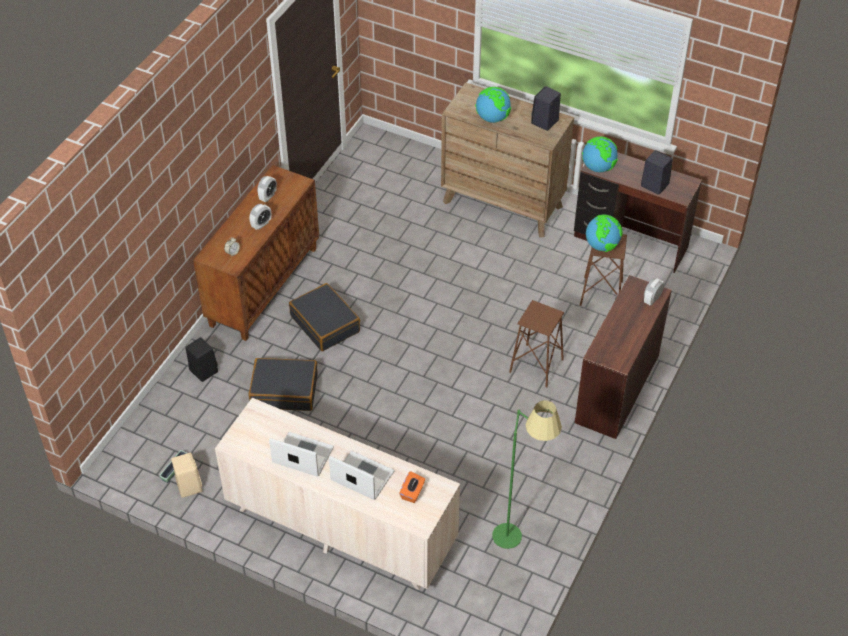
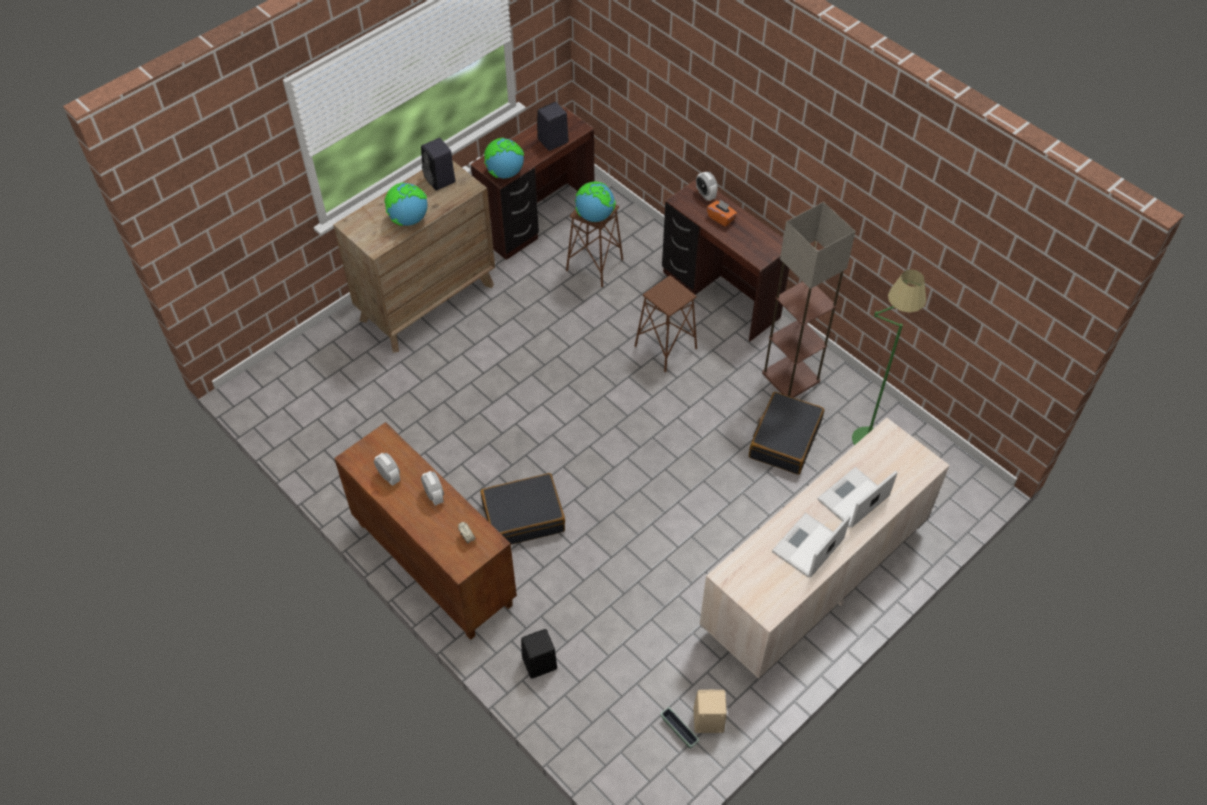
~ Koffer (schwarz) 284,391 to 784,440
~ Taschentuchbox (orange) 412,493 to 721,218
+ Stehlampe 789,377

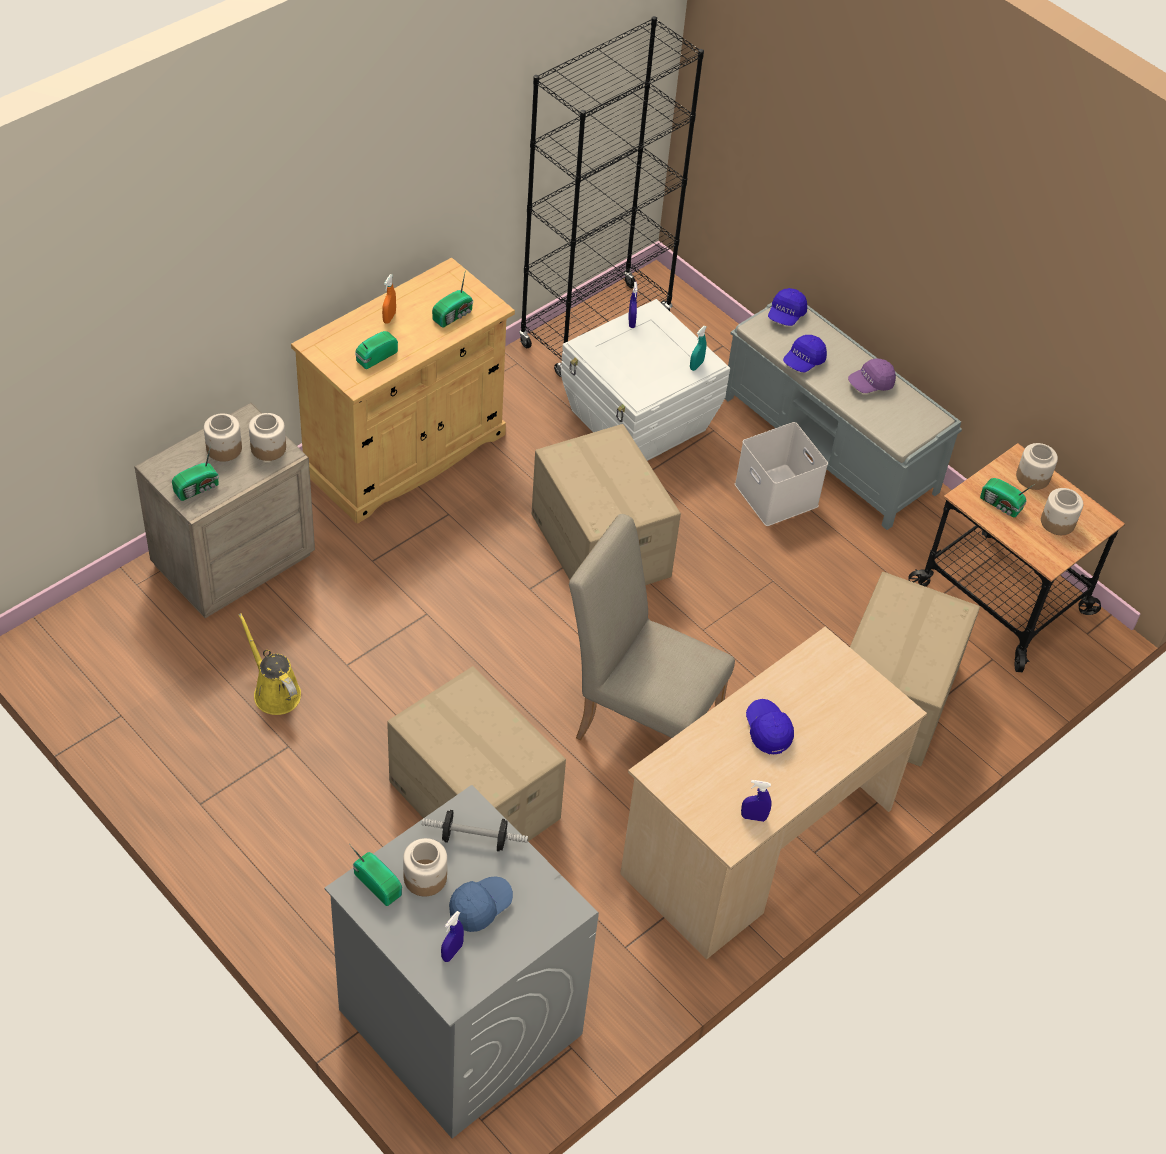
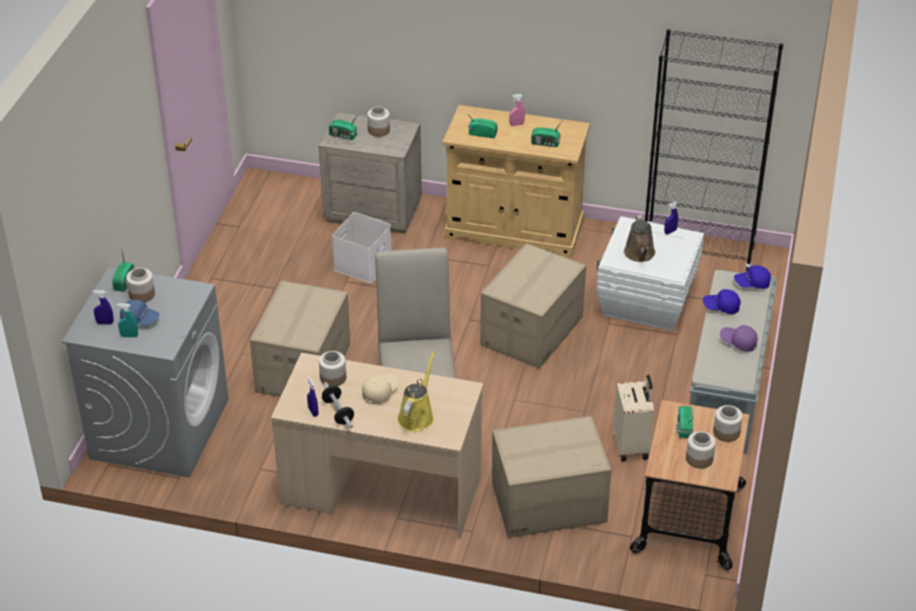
~ Gießkanne (gelb) 274,691 to 417,415
~ Vorratsglas 268,447 to 333,378
~ Sprühflasche (orange) 389,317 to Sprühflasche (rosa) 516,124
~ Hantel 474,839 to 338,412
~ Sprühflasche (türkis) 696,365 to 129,336
~ Aufbewahrungsbox (weiß) 778,495 to 363,265
~ Kappe (blau) 767,731 to Kappe (beige) 380,392
+ Koffer (beige) 632,446
+ Gießkanne (braun) 640,254

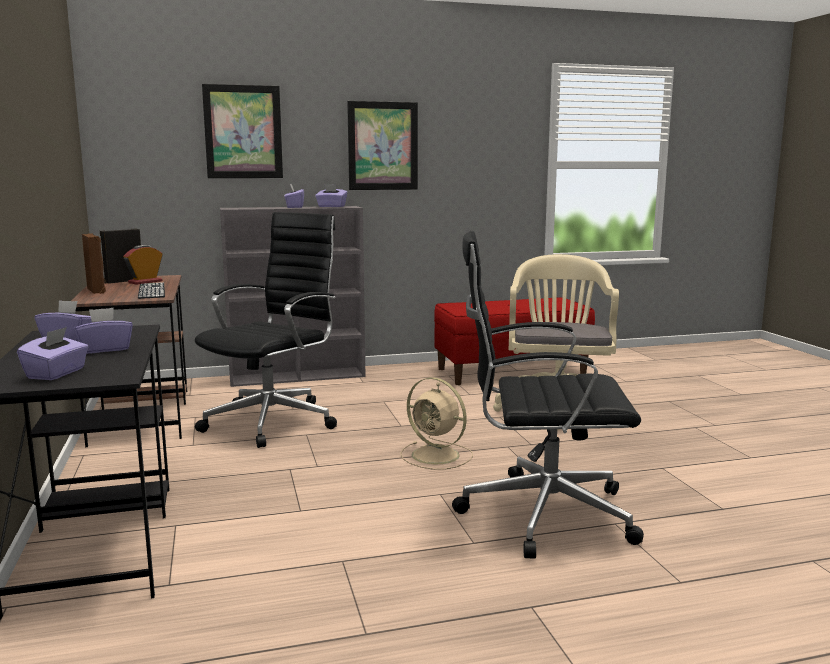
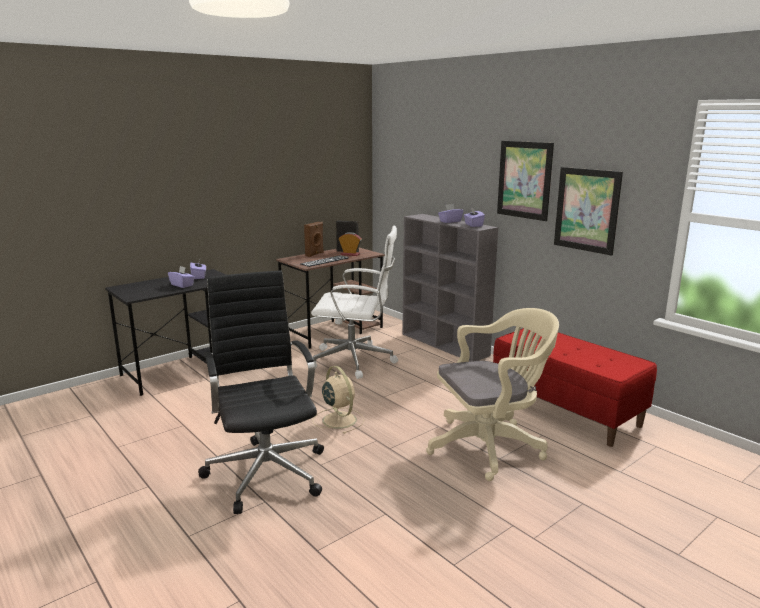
- Taschentuchbox (lila) 57,373
~ Bürostuhl (schwarz) 274,421 to Bürostuhl (weiß) 355,361
~ Bild 243,132 to 587,210
~ Ventilator (beige) 437,456 = 338,419 135 degrees clockwise

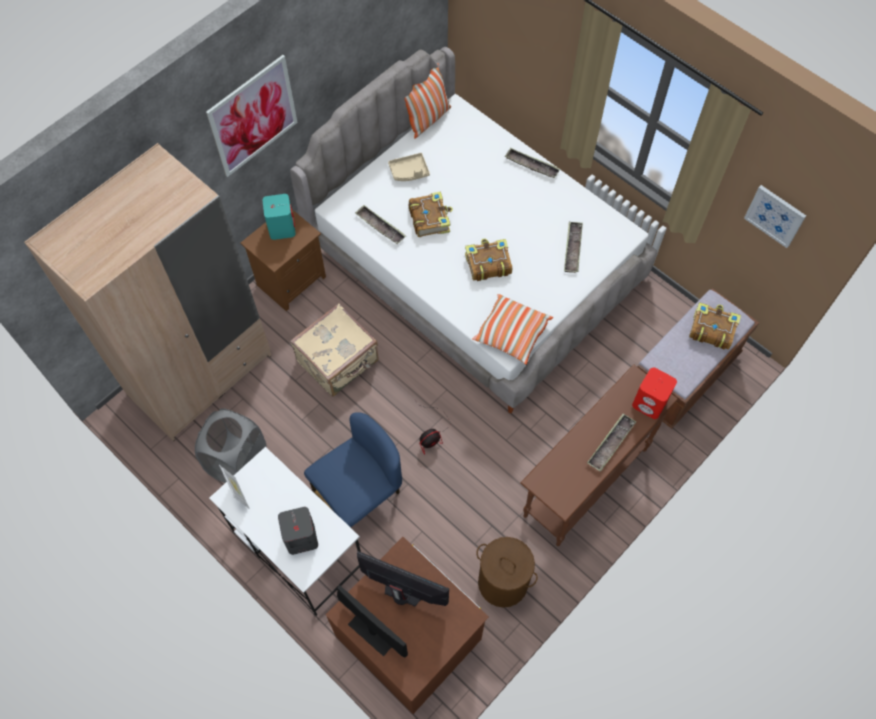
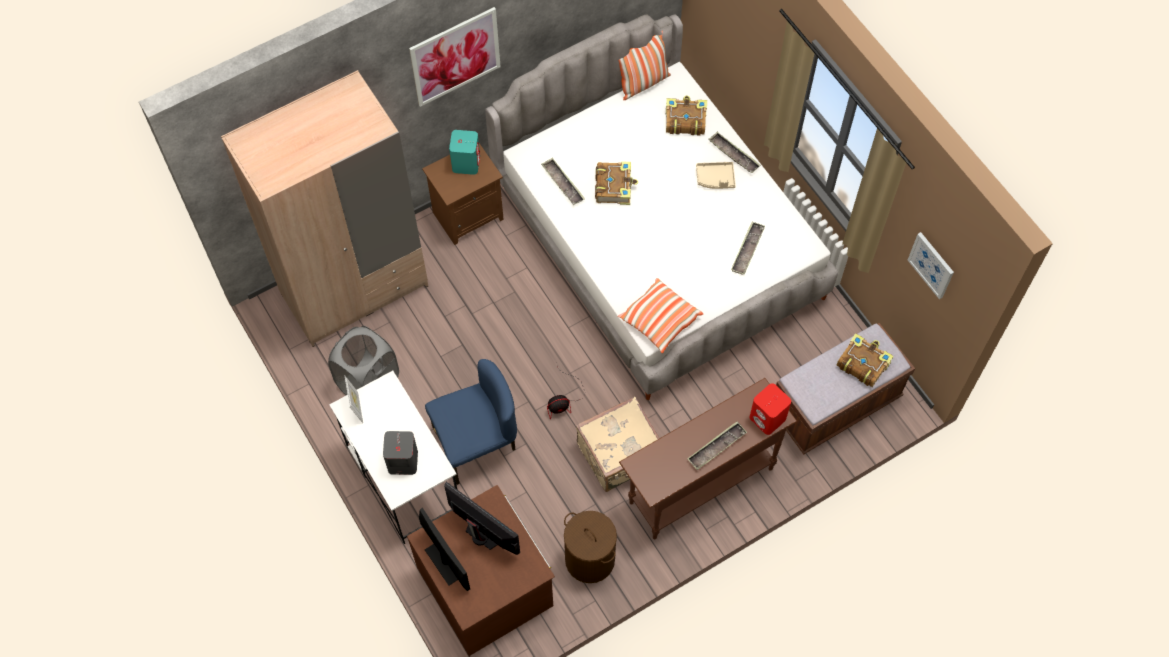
~ Koffer (beige) 339,362 to 620,455
~ Tablett (beige) 409,171 to 715,178
~ Buch 487,264 to 684,120

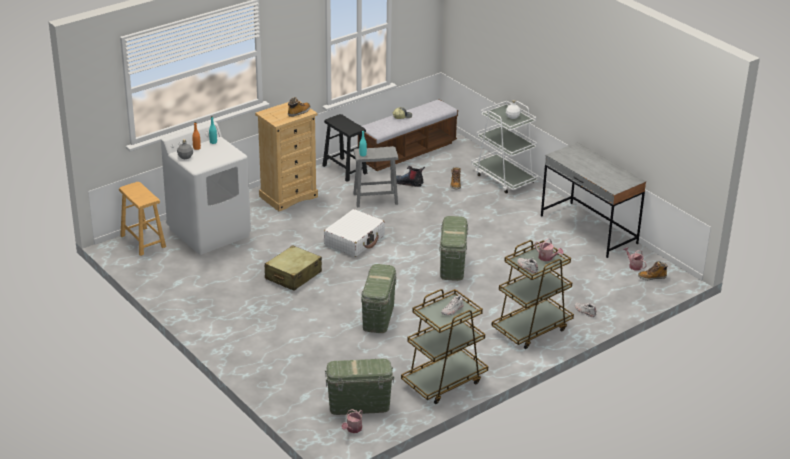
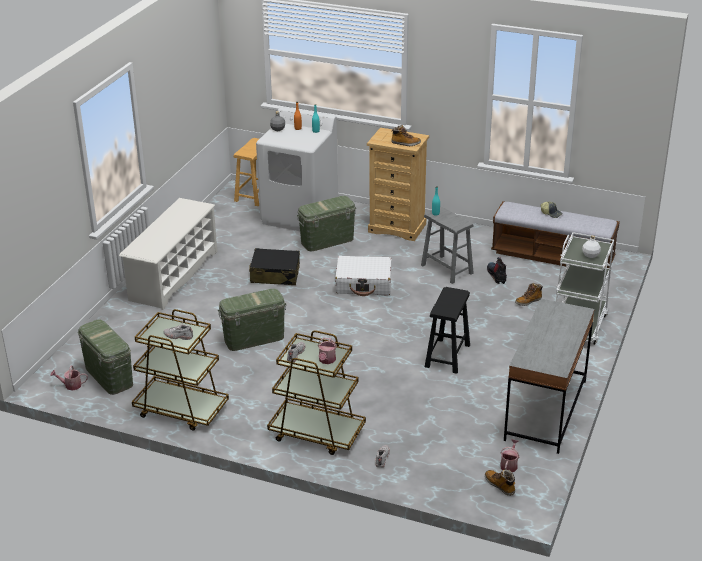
~ Koffer (beige) 293,276 to Koffer (schwarz) 275,275
~ Hocker (schwarz) 344,169 to 447,356
~ Aufbewahrungsbox (grün) 452,265 to 327,241
+ Schuhregal (weiß) 173,275

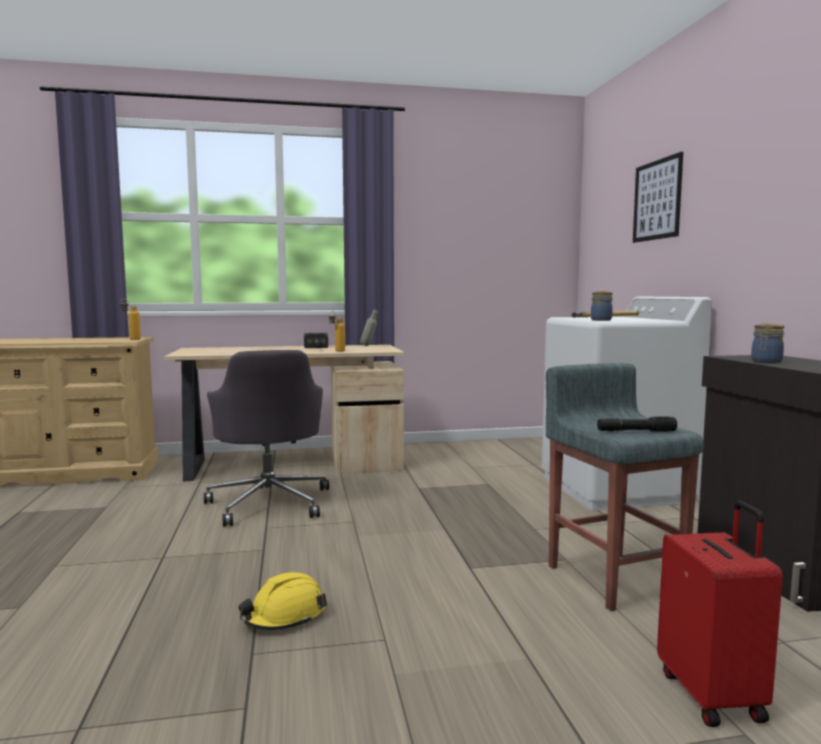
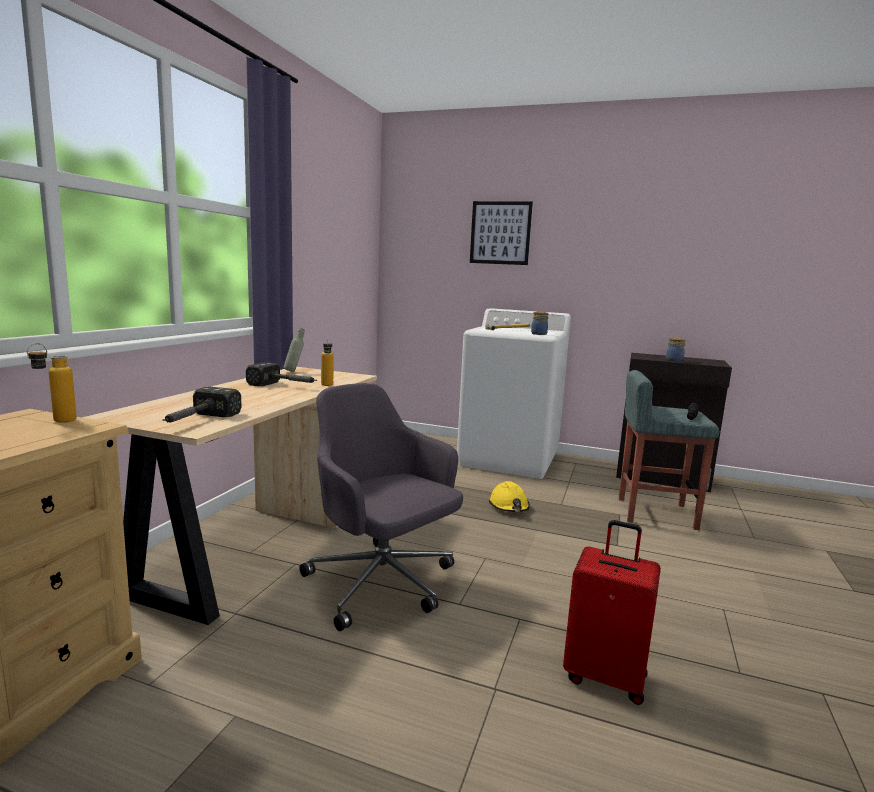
~ Bürostuhl (grau) 270,502 = 382,584 150 degrees counterclockwise
~ Schutzhelm (gelb) 284,616 to 509,506
~ Koffer (rot) 713,695 to 605,676
+ Hammer 197,421

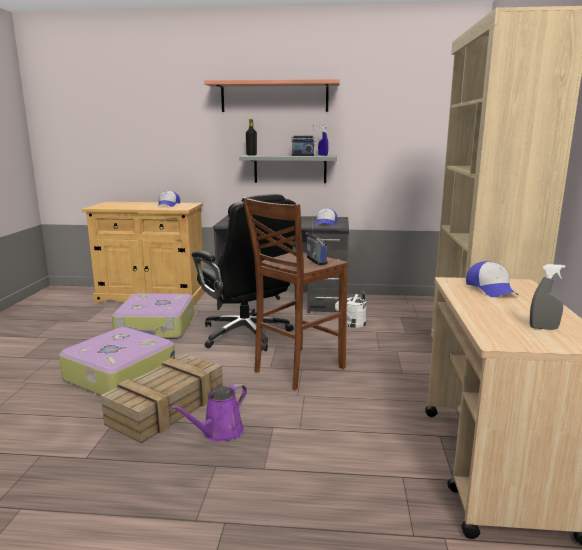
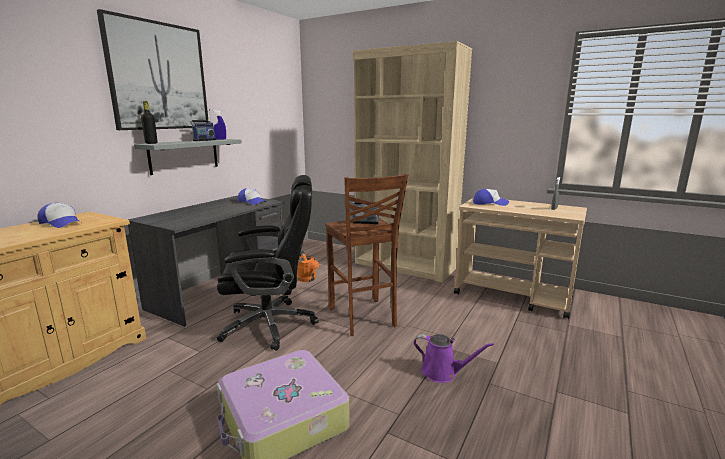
- Kiste 168,406
- Koffer 156,327
~ Gießkanne (lila) 219,432 = 442,372 45 degrees counterclockwise
~ Wandregal 274,97 to Bild 159,76
~ Gießkanne (weiß) 352,325 to Gießkanne (orange) 308,279

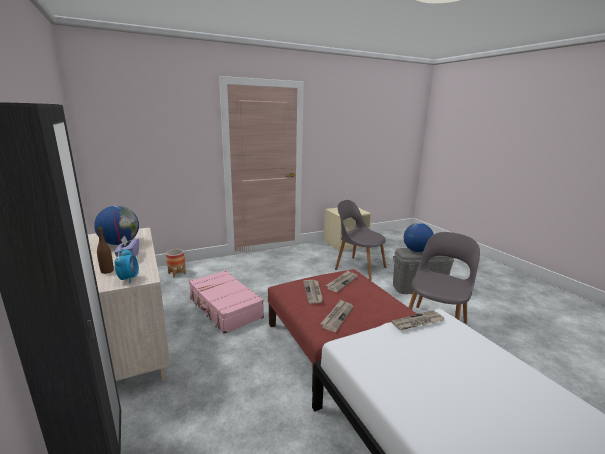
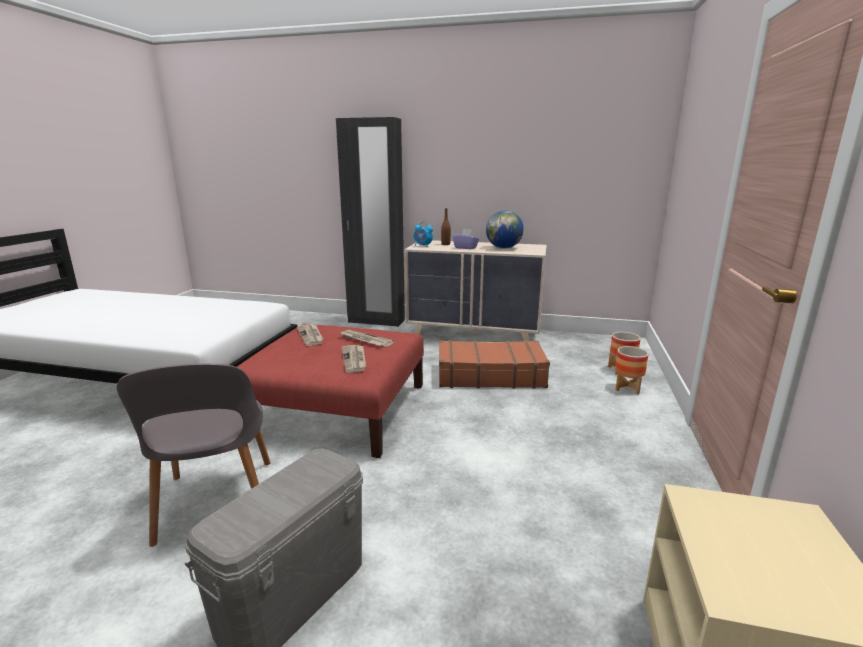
~ Koffer (rosa) 225,308 to Koffer (braun) 490,375
- Stuhl (grau) 358,267
- Zeitung 417,322
- Globus 416,250
+ Pflanzkübel 627,388

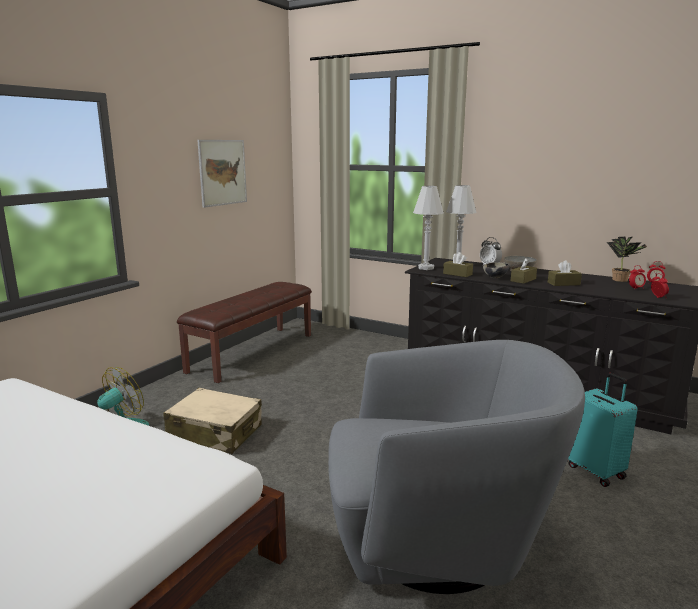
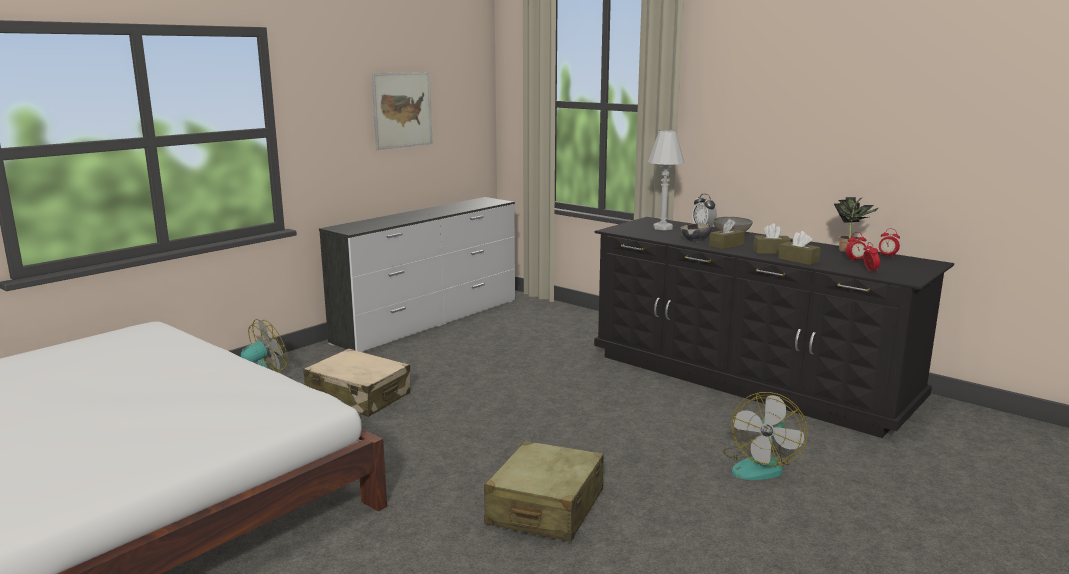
~ Bank (braun) 252,352 to Kommode (weiß) 429,321
~ Sessel (grau) 438,540 to Koffer (beige) 545,508
- Tischlampe (weiß) 426,268
~ Taschentuchbox (braun) 457,274 to 798,260
~ Koffer (türkis) 596,471 to Ventilator 760,465

